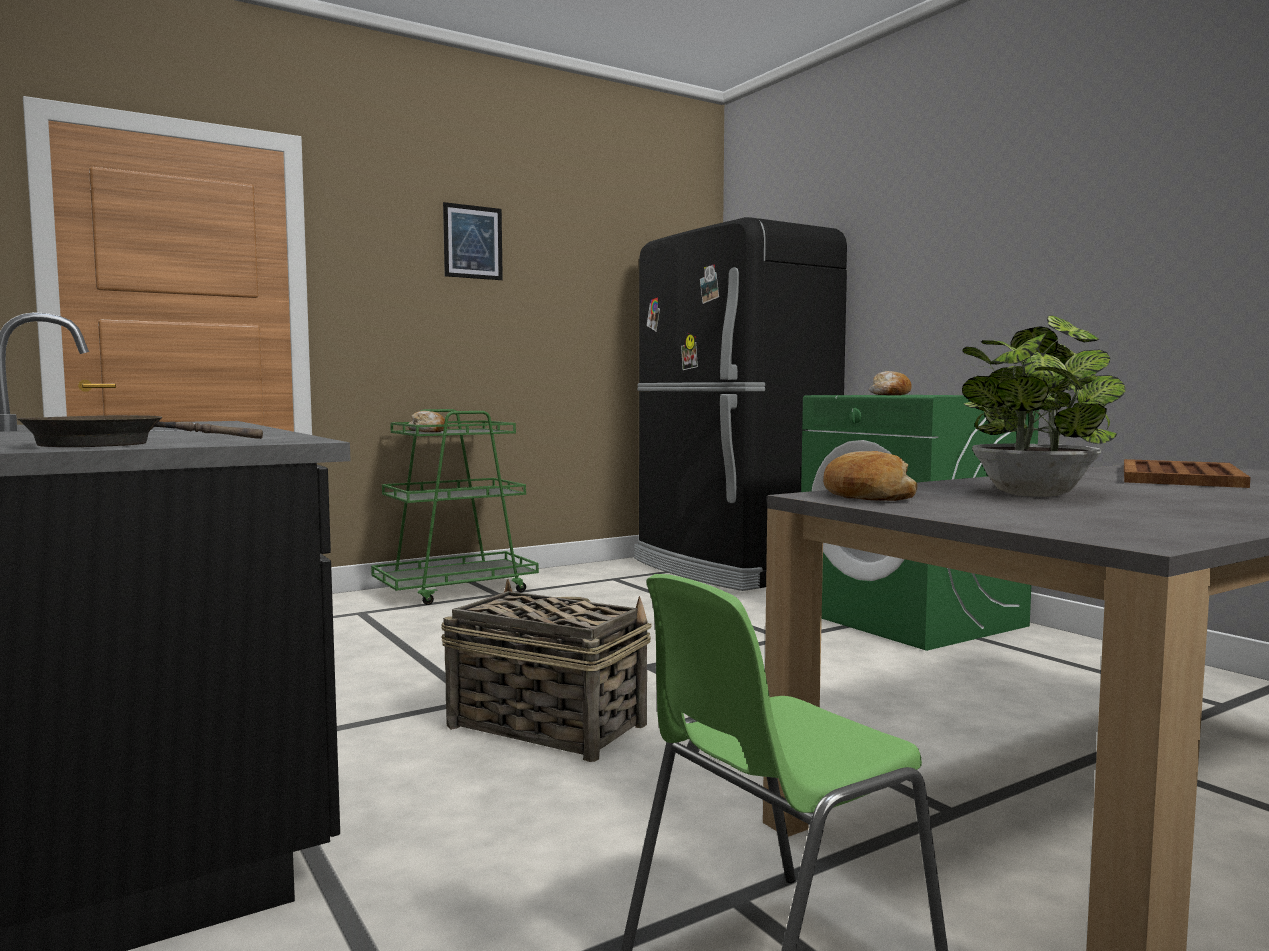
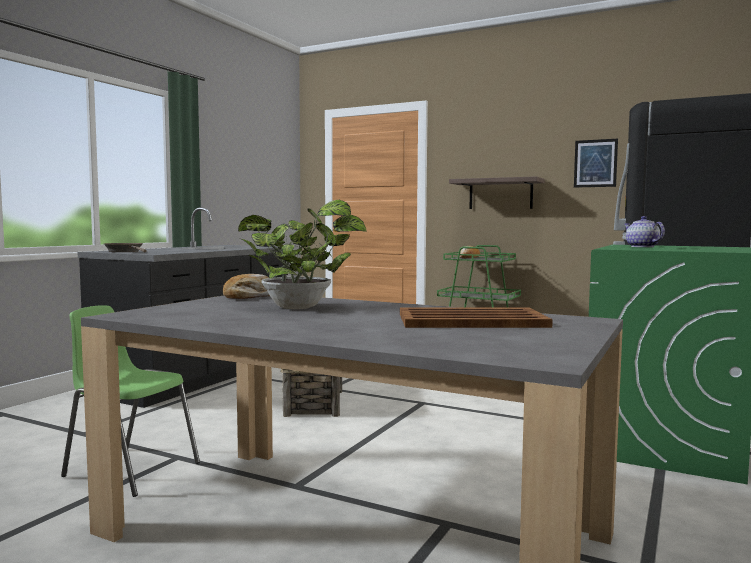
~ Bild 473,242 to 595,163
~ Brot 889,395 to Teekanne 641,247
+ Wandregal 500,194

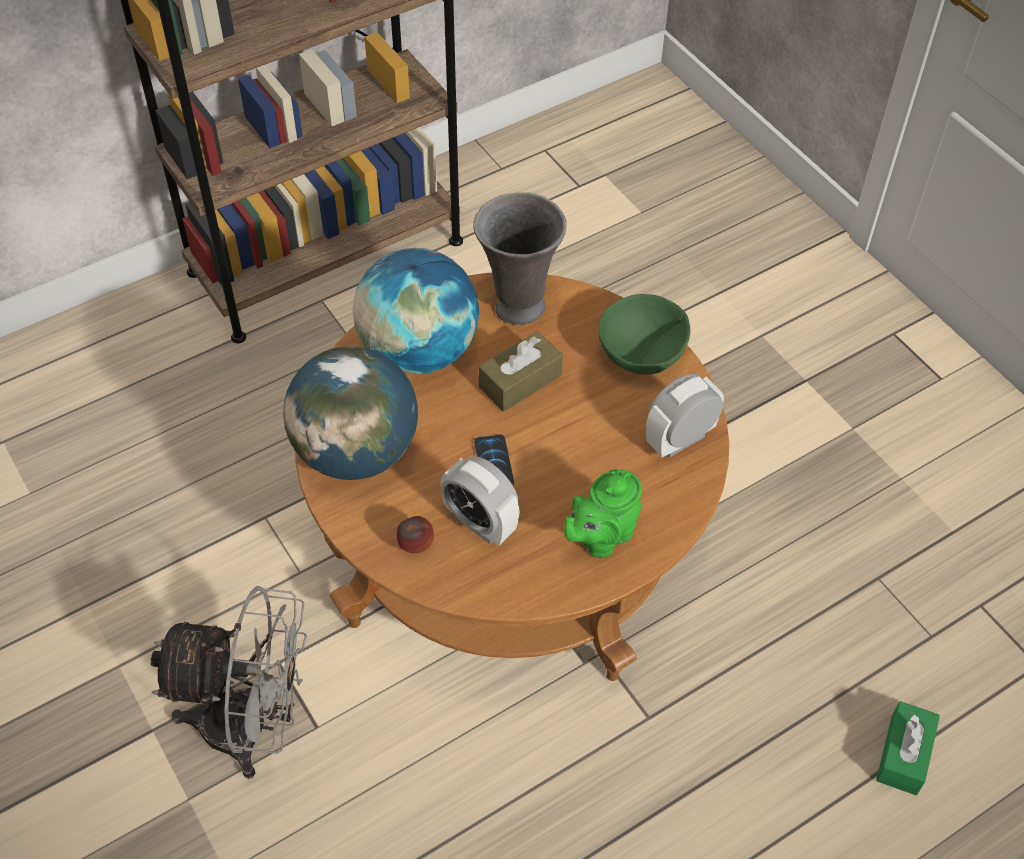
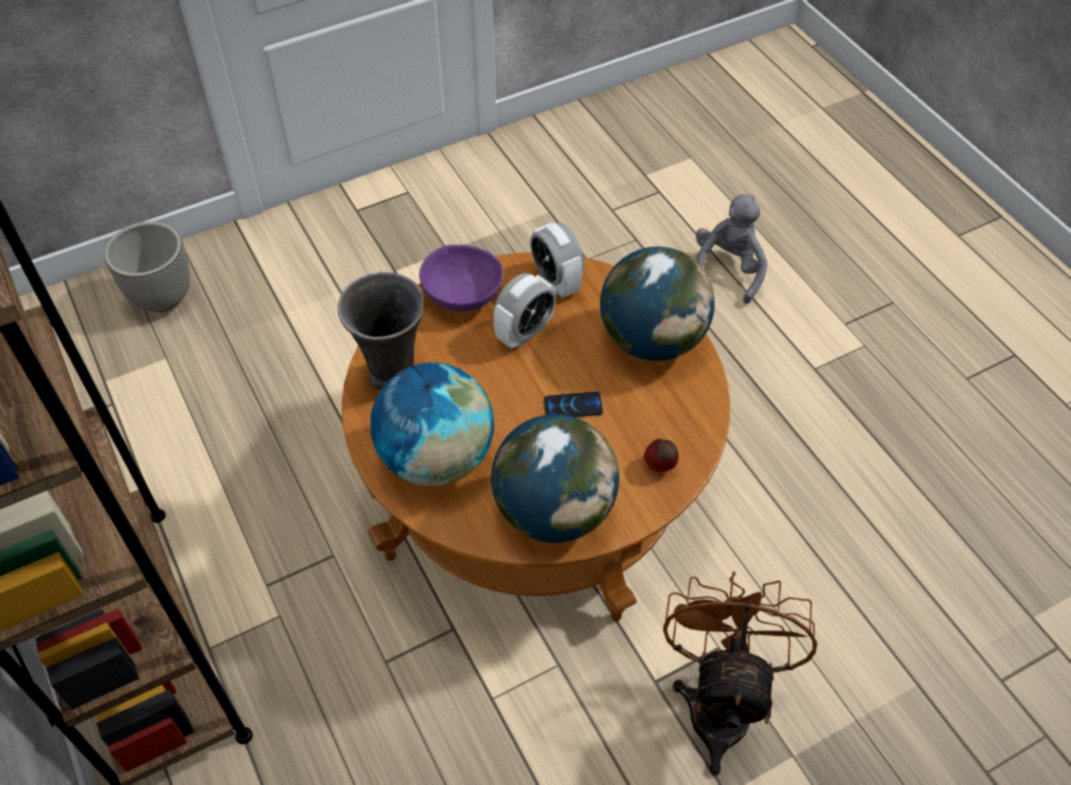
~ Ventilator (grau) 253,727 to Ventilator (braun) 720,702
~ Wecker 480,523 to 524,332
- Taschentuchbox (braun) 520,381
~ Teekanne (grün) 600,537 to Globus 651,340
~ Schüssel (grün) 641,354 to Schüssel (lila) 461,296
~ Taschentuchbox (grün) 904,754 to Plüschtier (grau) 727,270
+ Pflanzkübel 163,298

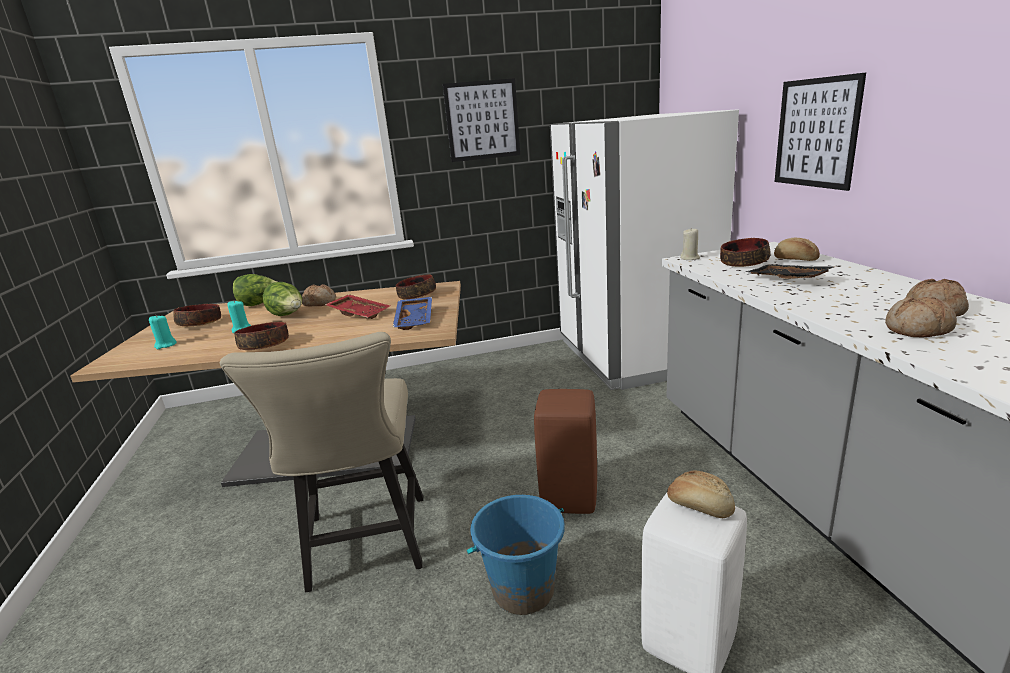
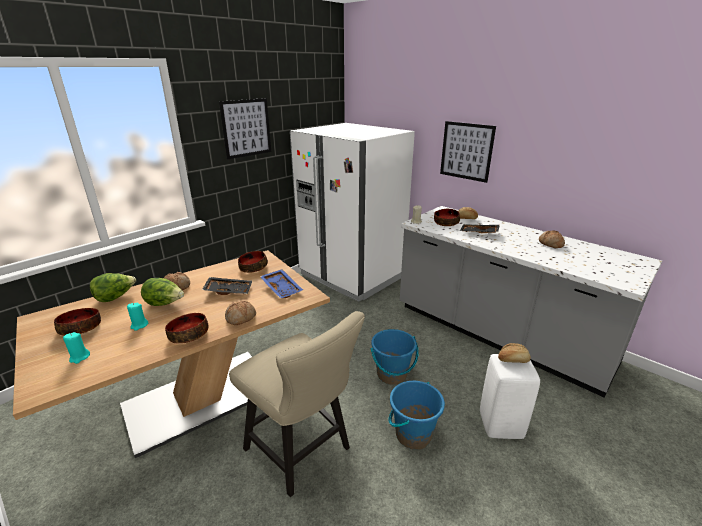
~ Tablett (rot) 360,313 to Tablett (schwarz) 229,290
~ Hocker (braun) 570,498 to Eimer (blau) 392,374
~ Brot 919,330 to 241,318

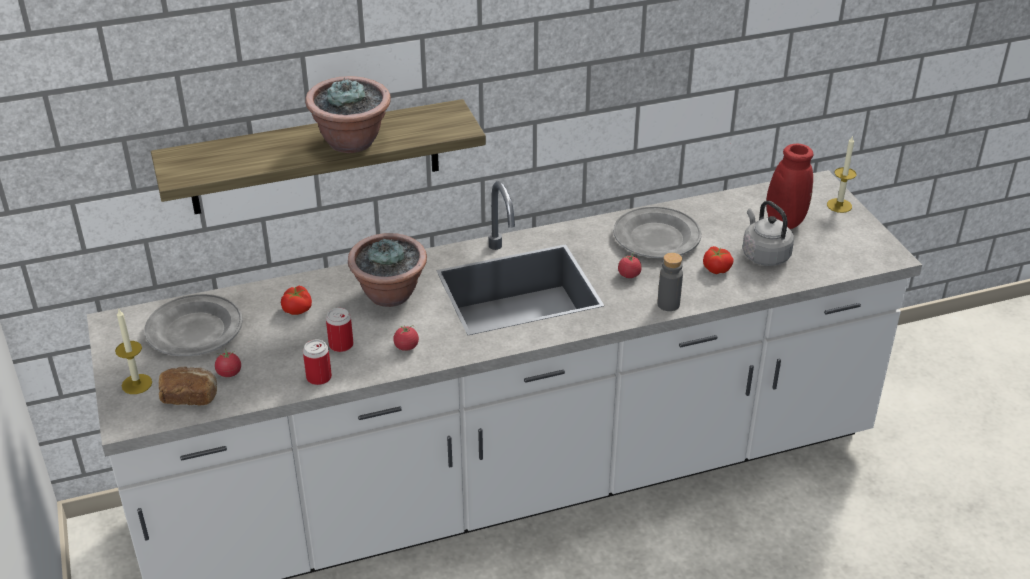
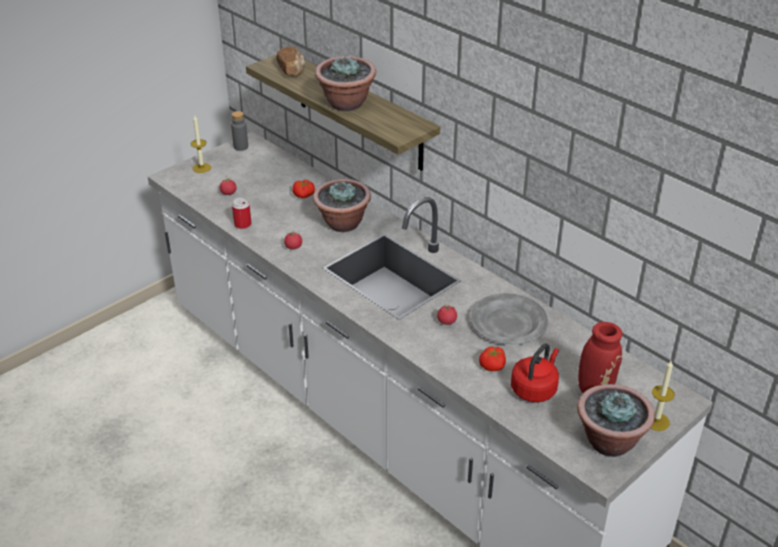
- Teller (grau) 194,331
~ Brot 189,396 to 292,70
- Dose 341,345
~ Flasche (grau) 668,304 to 241,147
~ Wasserkessel (grau) 764,254 to Wasserkessel (rot) 534,389
+ Topfpflanze 609,441

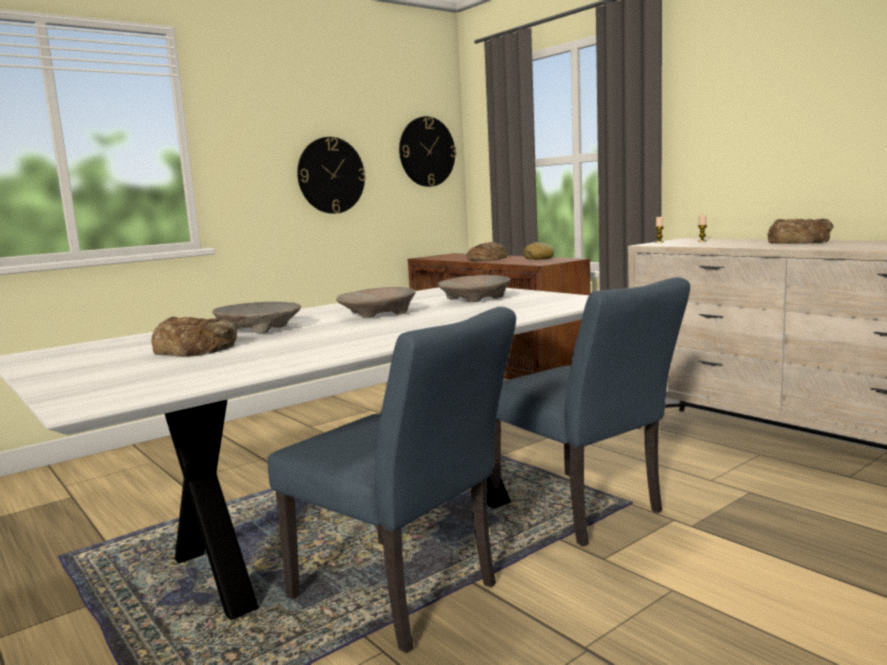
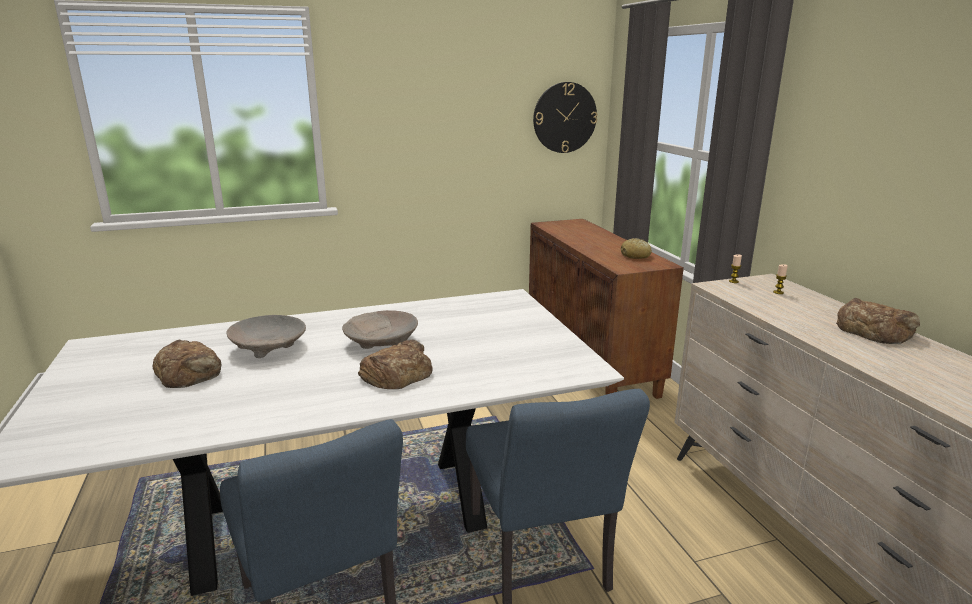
- Wanduhr 331,175
- Schüssel (beige) 476,299
~ Brot 487,259 to 397,373

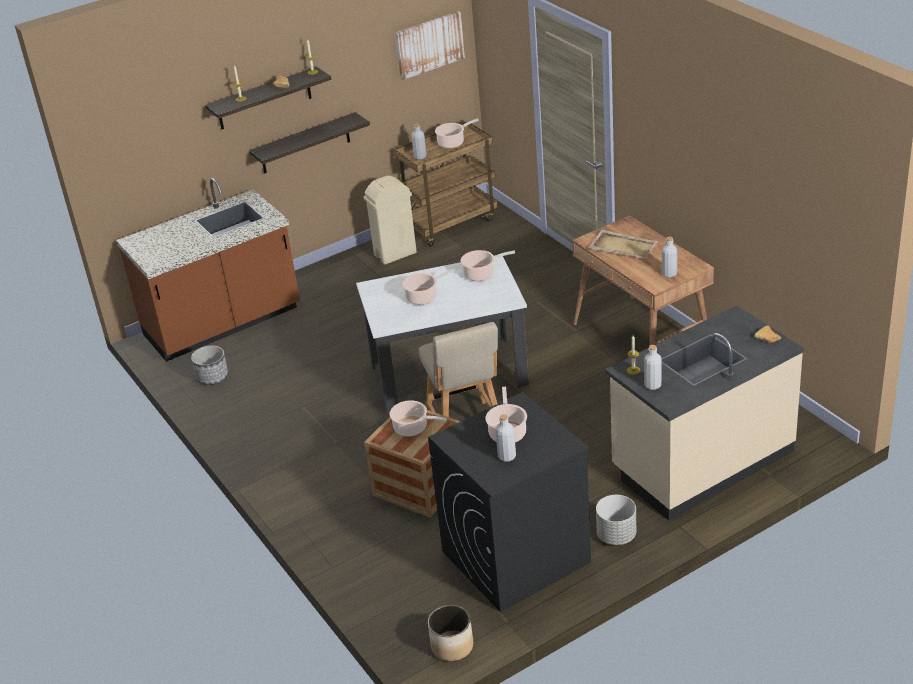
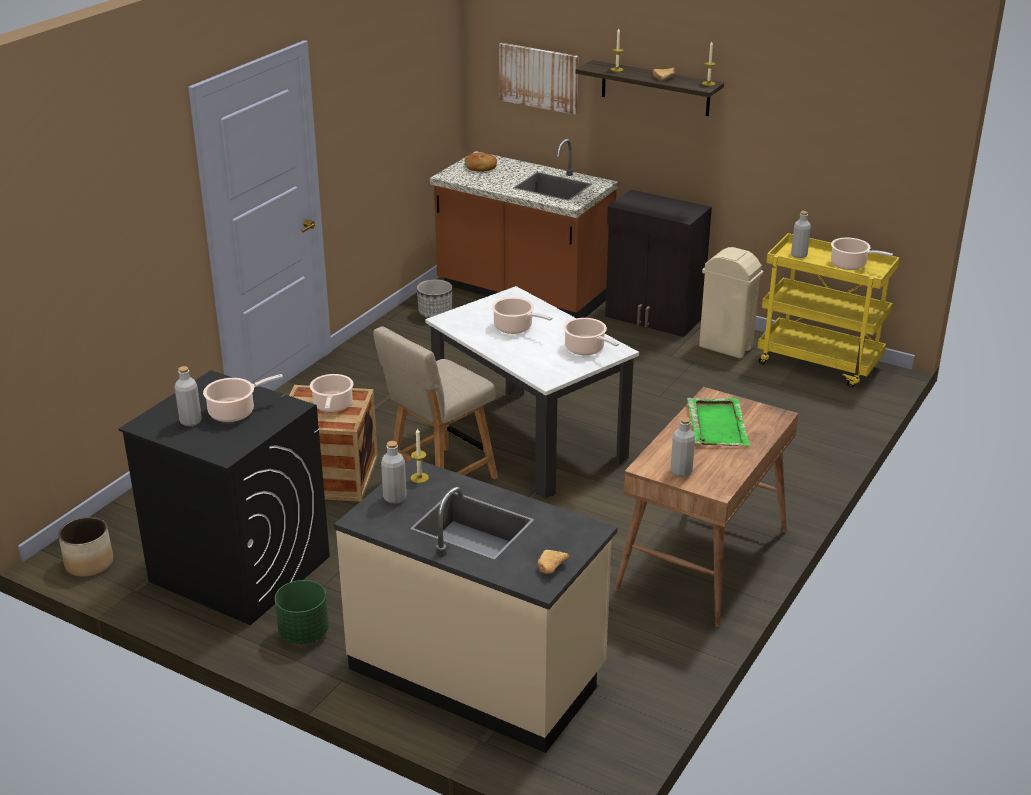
- Wandregal 305,144
~ Rollwagen (braun) 451,223 to Rollwagen (gelb) 820,364
~ Bild 429,44 to 539,77
~ Tablett (beige) 622,247 to Tablett (grün) 717,424
~ Pflanzkübel (grau) 616,535 to Pflanzkübel (grün) 303,633
+ Brot 481,167
+ Schrank (schwarz) 654,318

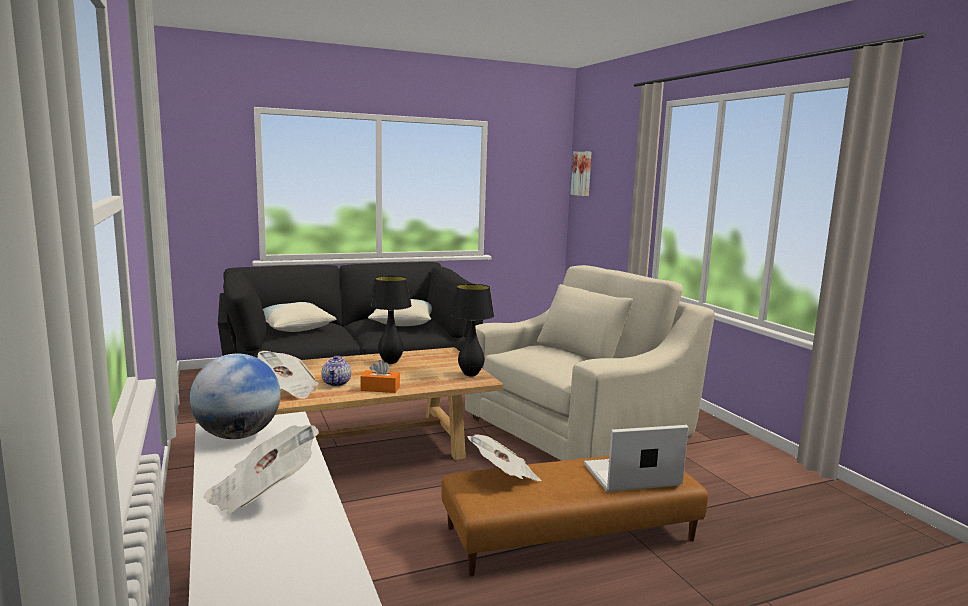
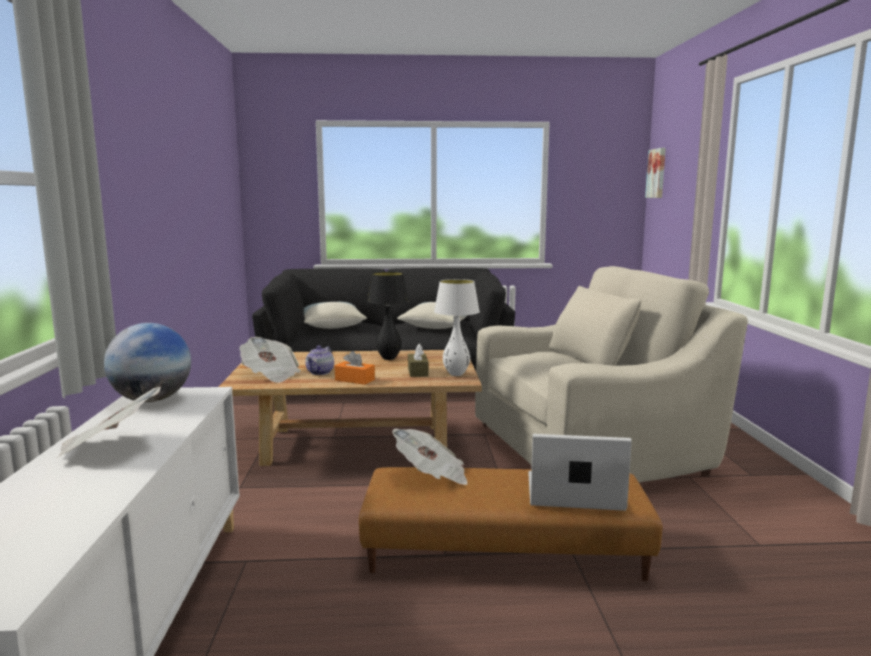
~ Tischlampe (schwarz) 471,374 to Tischlampe (weiß) 456,374
+ Taschentuchbox (braun) 418,372

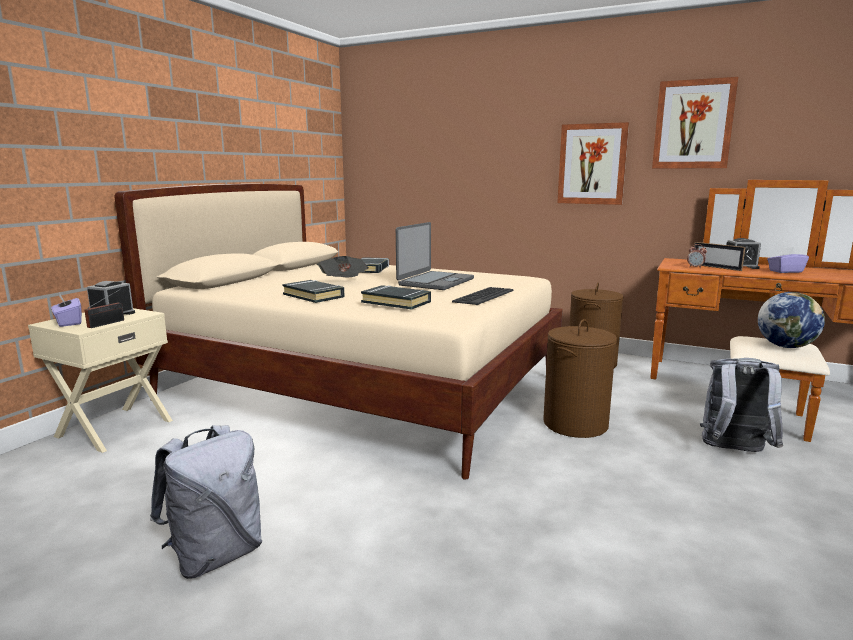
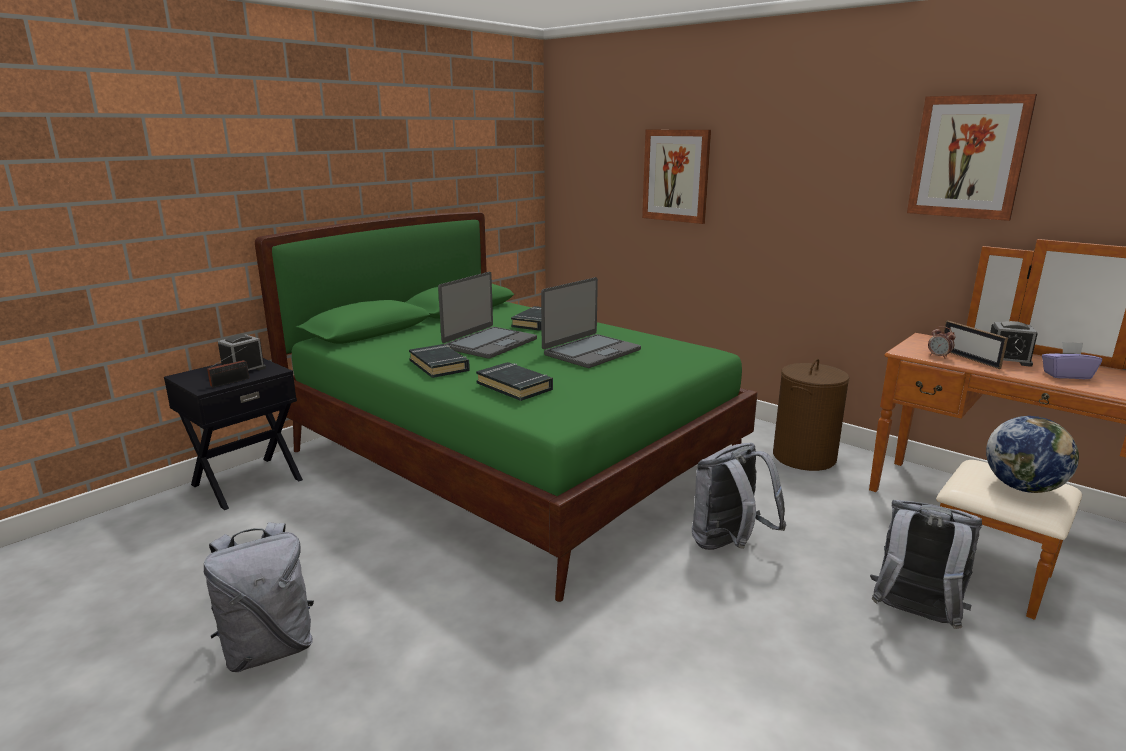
~ Nachttisch (beige) 114,428 to Nachttisch (schwarz) 246,482
- Taschentuchbox (lila) 68,322
~ Bett (beige) 362,387 to Bett (grün) 510,461
~ Zeitung 344,281 to Laptop 489,343
- Tastatur 483,296
~ Wäschekorb (braun) 575,424 to Rucksack (grau) 729,545
~ Bild 592,164 to 676,175

